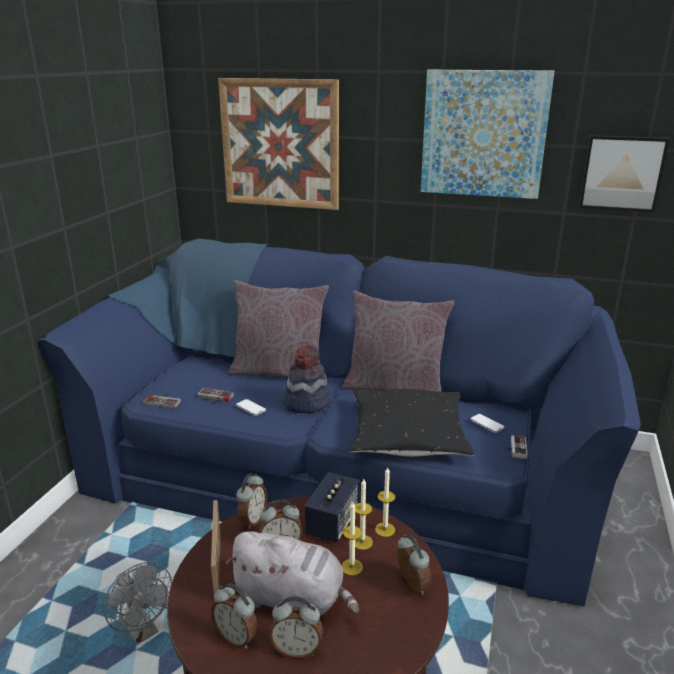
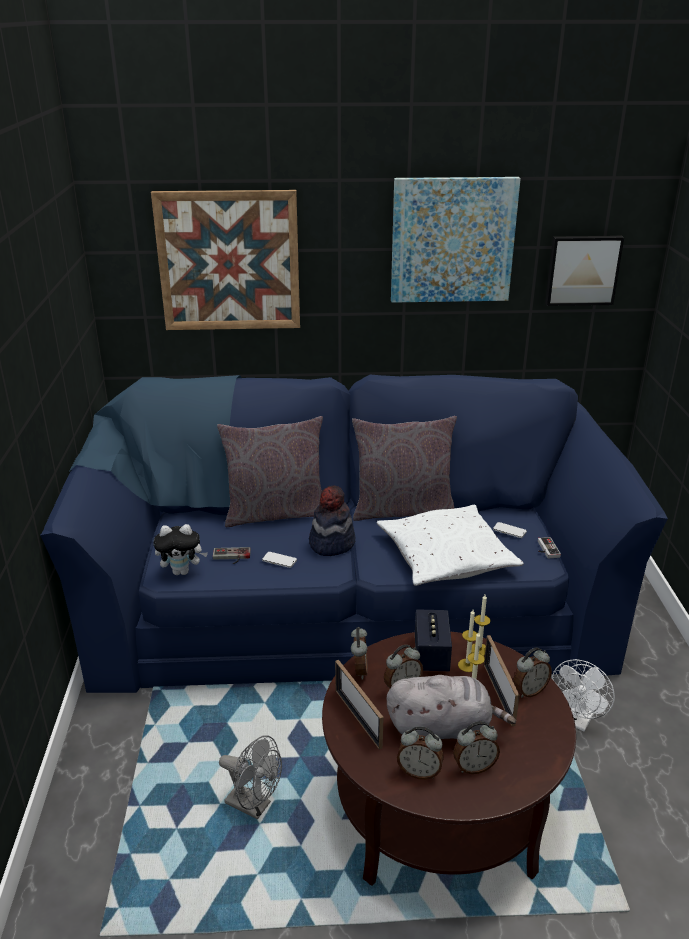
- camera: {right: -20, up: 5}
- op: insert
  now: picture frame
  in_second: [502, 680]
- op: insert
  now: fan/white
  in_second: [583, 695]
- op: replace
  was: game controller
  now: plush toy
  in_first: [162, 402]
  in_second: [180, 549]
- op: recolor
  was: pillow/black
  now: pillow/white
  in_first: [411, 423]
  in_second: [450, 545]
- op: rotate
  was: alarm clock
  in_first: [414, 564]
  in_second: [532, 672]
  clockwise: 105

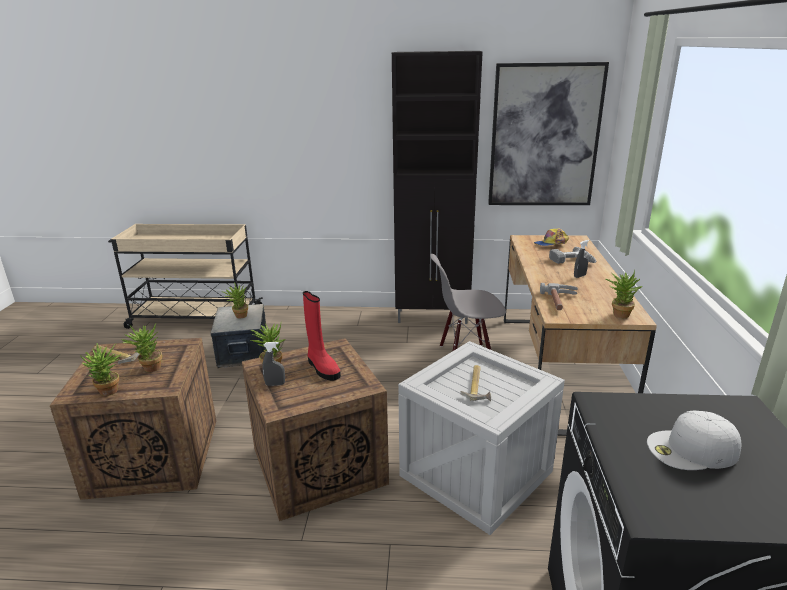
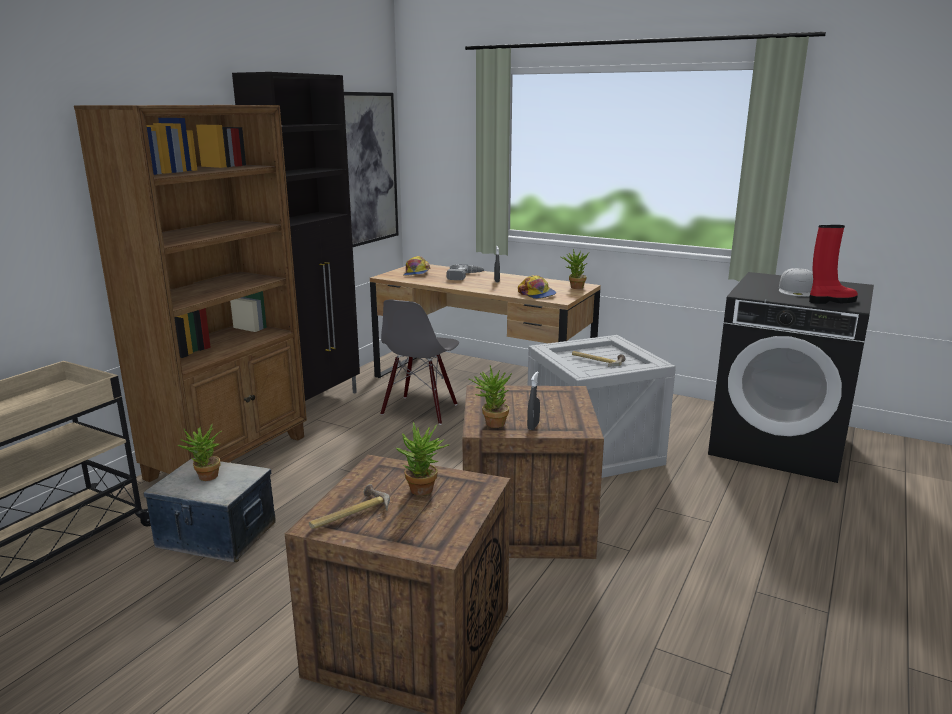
- camera: {right: -65, up: -5}
- op: delete
  was: potted plant
  in_first: [100, 369]
- op: insert
  now: bookcase/brown
  in_second: [190, 293]
- op: move
  was: boot/red
  in_first: [322, 336]
  in_second: [833, 264]
- op: replace
  was: hammer
  now: cap
  in_first: [559, 296]
  in_second: [537, 287]

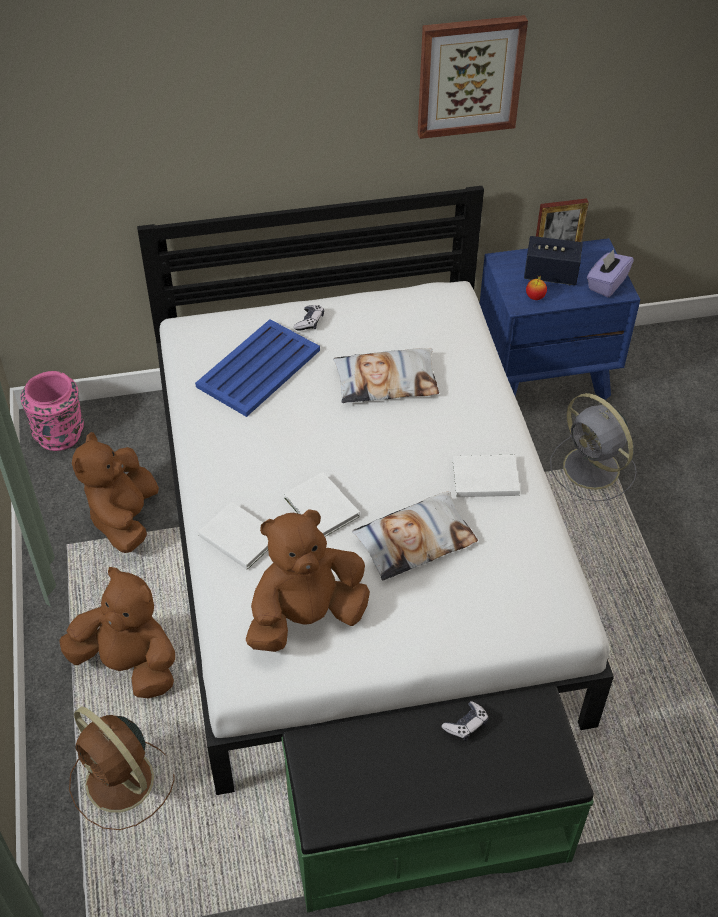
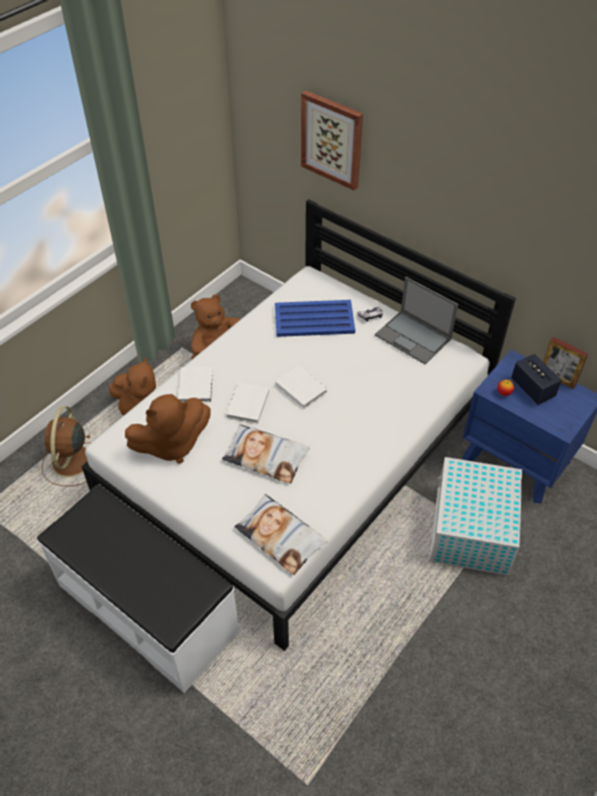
- camera: {right: 50, up: 0}
- op: delete
  was: vase/pink
  in_first: [52, 411]
- op: delete
  was: game controller
  in_first: [465, 721]
- op: delete
  was: tissue box/purple
  in_first: [610, 273]
- op: insert
  now: laptop
  in_second: [416, 320]
- op: move
  was: pillow
  in_first: [386, 375]
  in_second: [281, 534]
- op: move
  was: picture
  in_first: [473, 77]
  in_second: [332, 140]
- op: move
  was: book/white
  in_first: [486, 476]
  in_second: [301, 387]
- op: replace
  was: fan/grey
  now: storage box/white
  in_first: [593, 447]
  in_second: [476, 516]
- op: recolor
  was: bench/green
  now: bench/white
  in_first: [438, 799]
  in_second: [138, 588]
- op: rotate
  was: plush toy/brown
  in_first: [307, 580]
  in_second: [168, 429]
  clockwise: 135

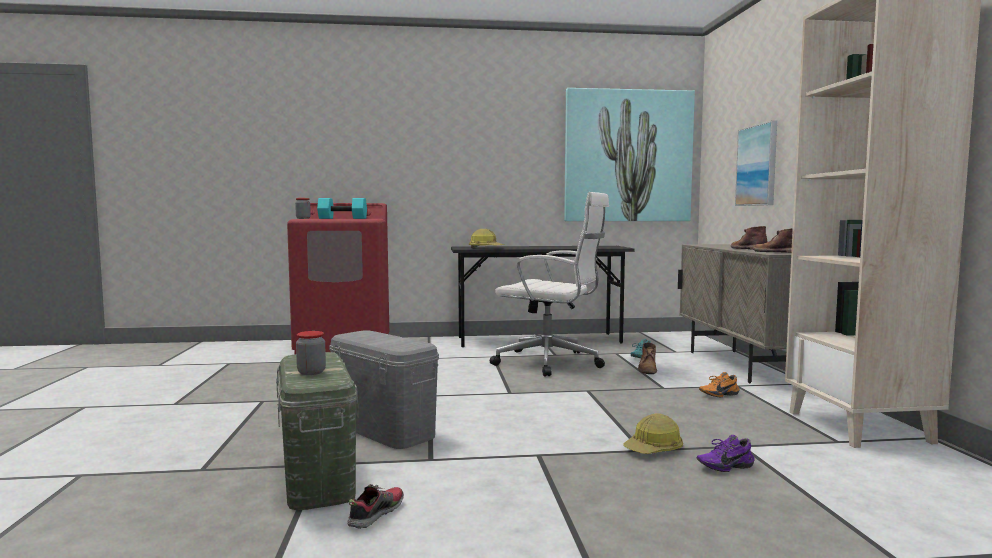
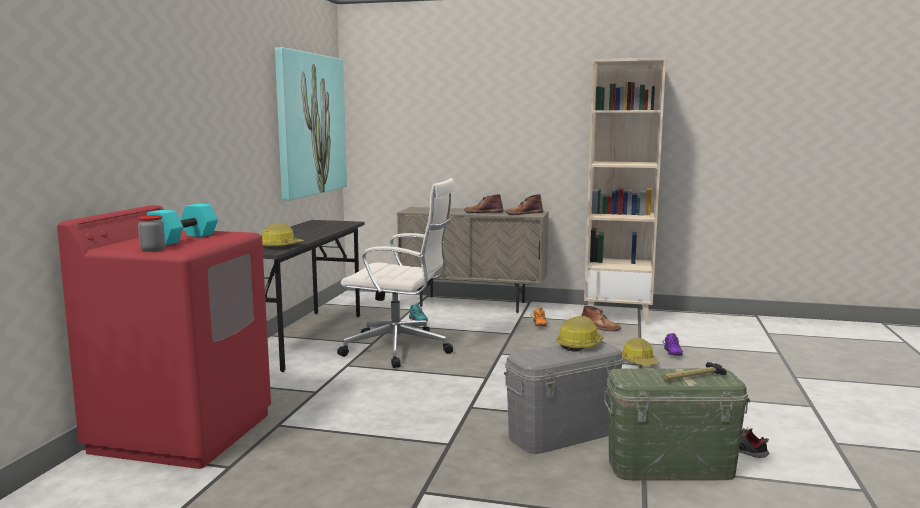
- camera: {right: -70, up: 5}
- op: delete
  was: picture
  in_first: [756, 163]
- op: insert
  now: hard hat
  in_second: [580, 334]
- op: move
  was: boot/brown
  in_first: [647, 358]
  in_second: [601, 318]
- op: replace
  was: jar
  now: hammer
  in_first: [311, 353]
  in_second: [695, 371]
- op: rotate
  was: office chair/white
  in_first: [549, 284]
  in_second: [396, 273]
  clockwise: 60

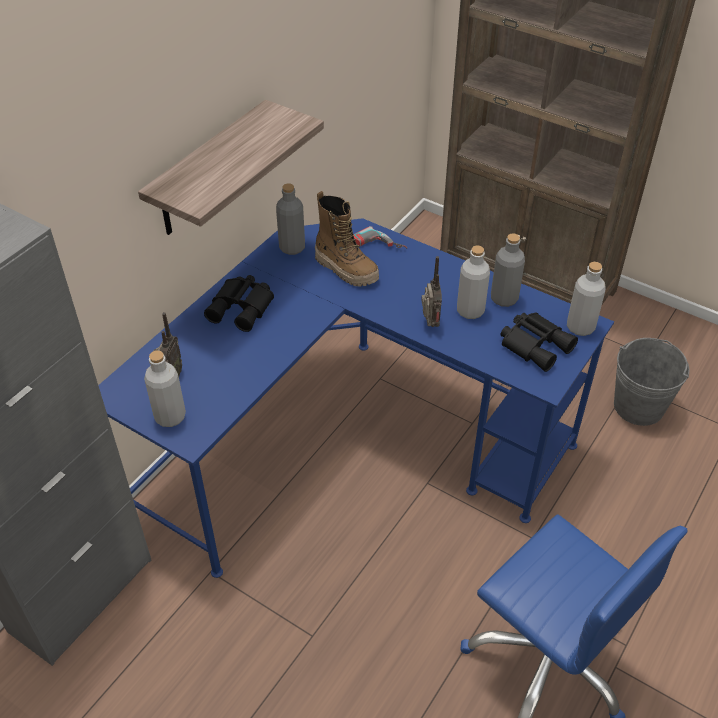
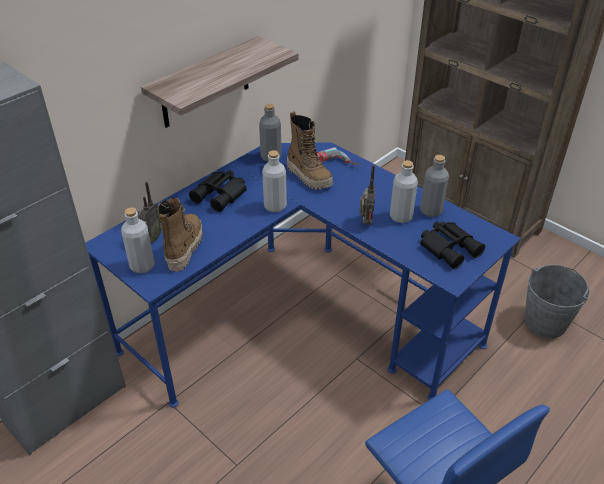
- camera: {right: 10, up: -5}
- op: insert
  now: boot
  in_second: [180, 235]
- op: move
  was: bottle/grey
  in_first: [586, 299]
  in_second: [274, 181]

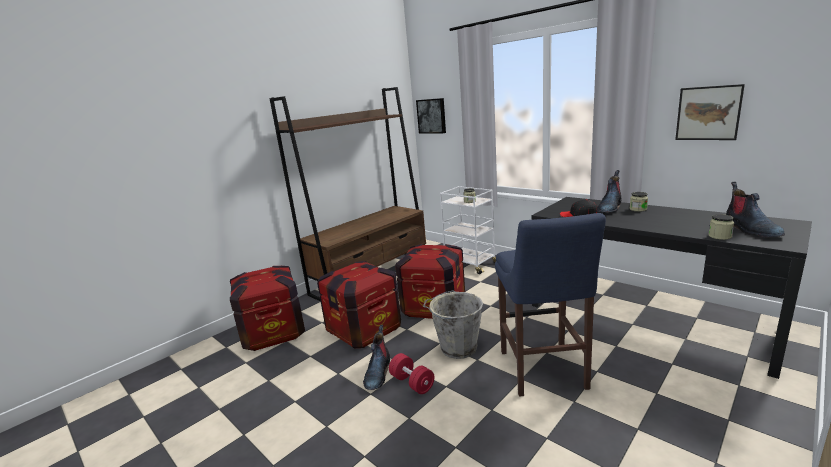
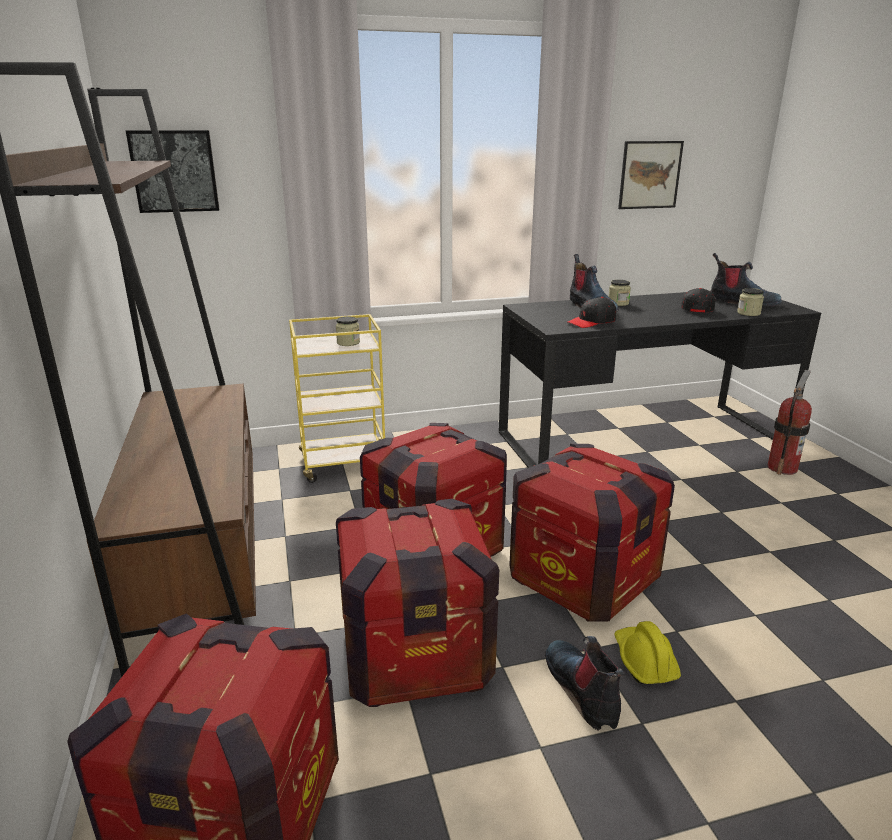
- camera: {right: -60, up: 5}
- op: delete
  was: stool/blue
  in_first: [550, 305]
- op: insert
  now: cap/black
  in_second: [698, 300]
- op: insert
  now: fire extinguisher
  in_second: [789, 422]
- op: replace
  was: dumbbell/red
  now: hard hat/yellow
  in_first: [411, 373]
  in_second: [647, 652]
- op: replace
  was: bucket/grey
  now: crate
  in_first: [453, 325]
  in_second: [592, 533]
- op: recolor
  was: cart/white
  now: cart/yellow
  in_first: [468, 230]
  in_second: [337, 398]
- op: rotate
  was: boot
  in_first: [376, 357]
  in_second: [585, 683]
  clockwise: -150

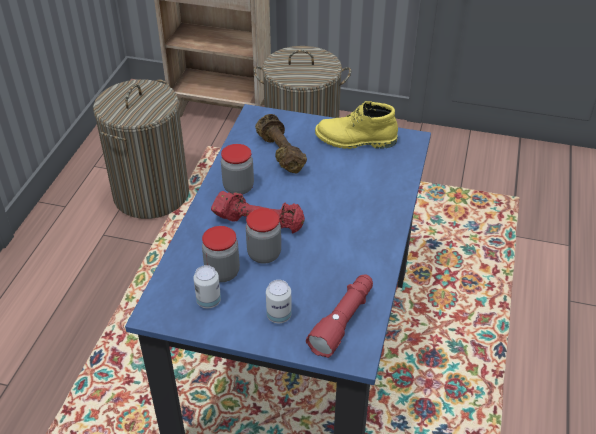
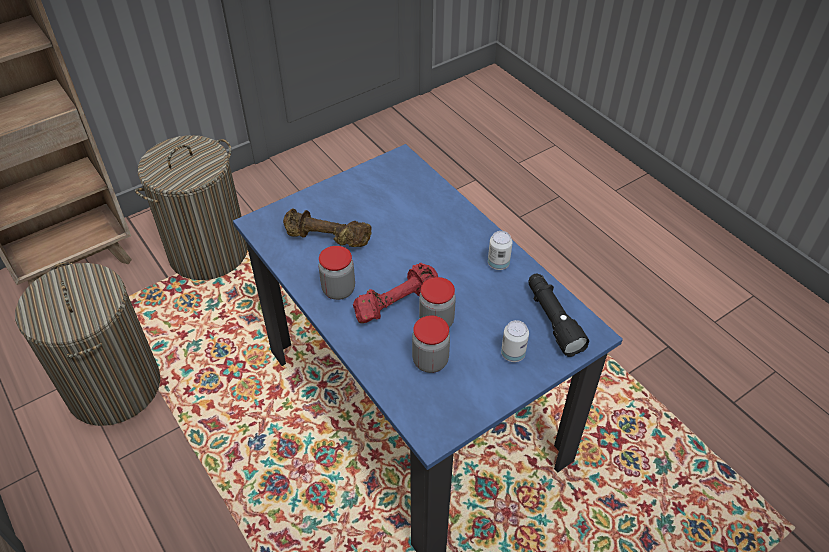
- camera: {right: -50, up: 5}
- op: delete
  was: boot/yellow
  in_first: [356, 125]
- op: move
  was: can
  in_first: [207, 286]
  in_second: [500, 250]
- op: recolor
  was: flashlight/red
  now: flashlight/black
  in_first: [339, 316]
  in_second: [559, 315]

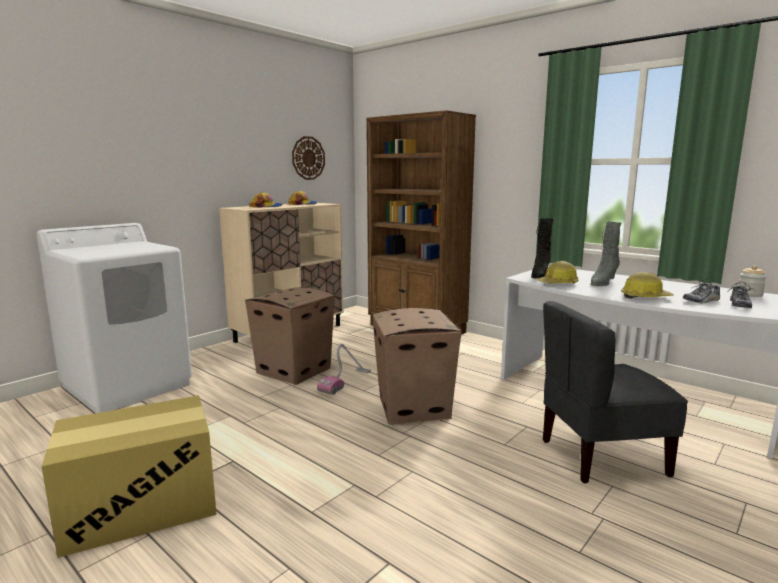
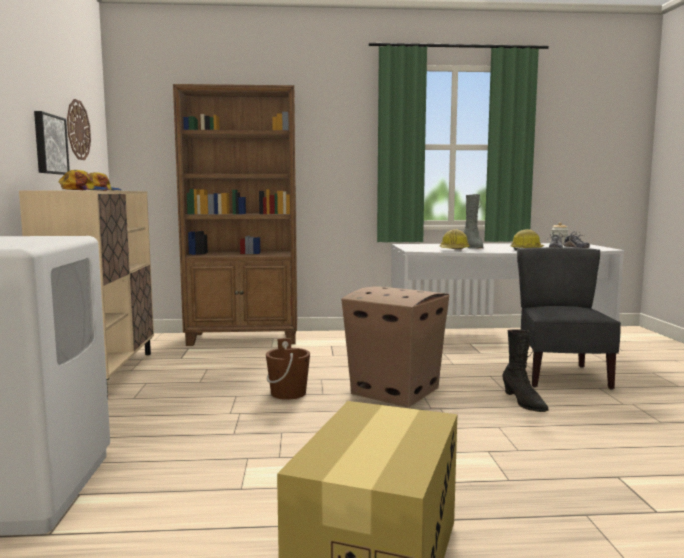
- camera: {right: -45, up: -5}
- op: delete
  was: cardboard box
  in_first: [290, 336]
- op: insert
  now: picture
  in_second: [52, 143]
- op: move
  was: boot/black
  in_first: [542, 248]
  in_second: [525, 370]
- op: replace
  was: vacuum cleaner
  now: bucket/brown
  in_first: [344, 369]
  in_second: [288, 369]
- op: rotate
  was: chair/grey
  in_first: [615, 392]
  in_second: [569, 318]
  clockwise: 150

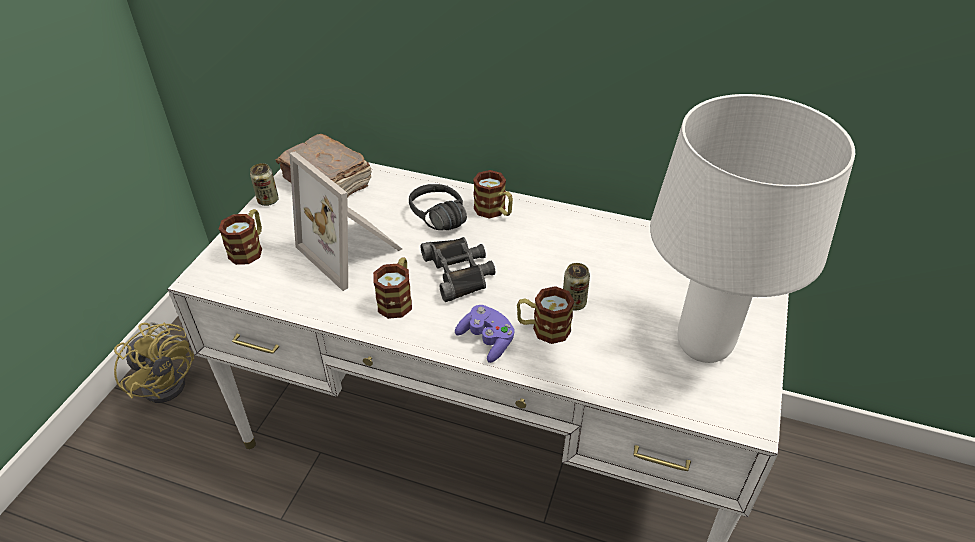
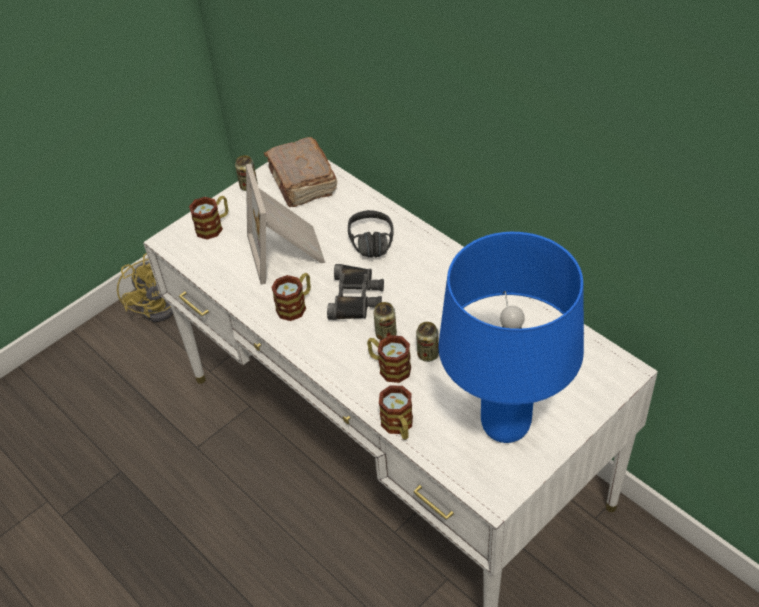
- camera: {right: 30, up: 5}
- op: delete
  was: game controller/purple
  in_first: [485, 334]
- op: insert
  now: can
  in_second: [385, 321]
- op: move
  was: mug
  in_first: [493, 194]
  in_second: [396, 412]
- op: recolor
  was: table lamp/white
  now: table lamp/blue
  in_first: [752, 228]
  in_second: [511, 337]

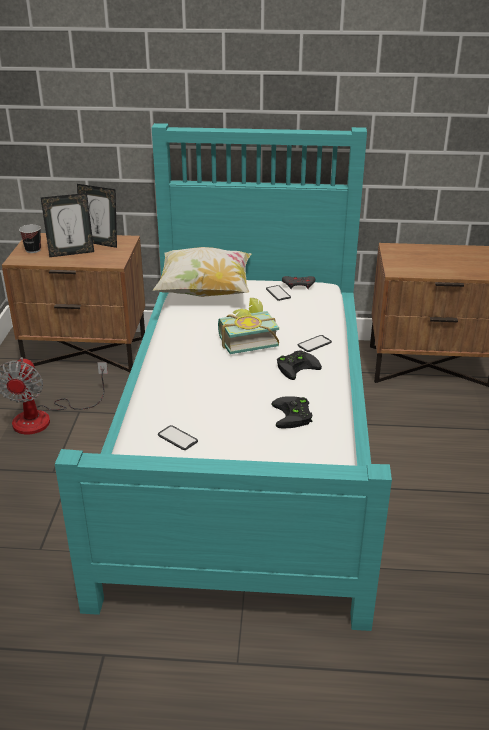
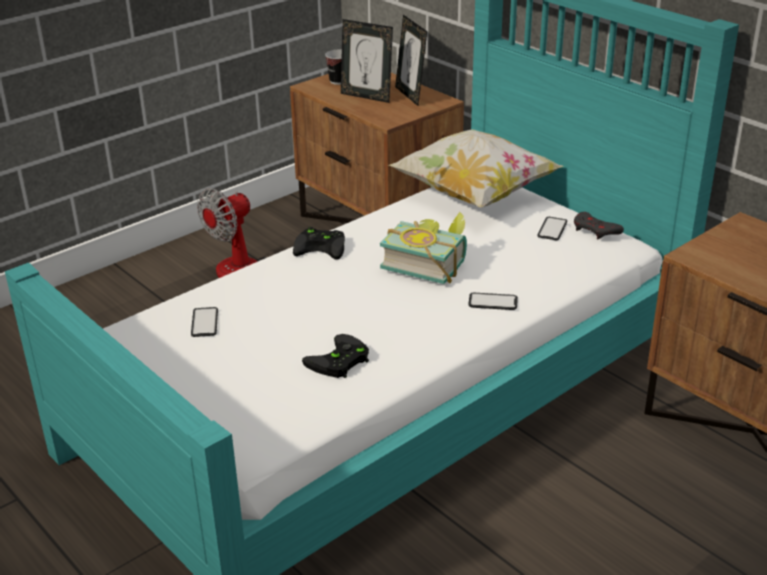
- camera: {right: 45, up: 0}
- op: move
  was: game controller/black
  in_first: [299, 365]
  in_second: [319, 243]

